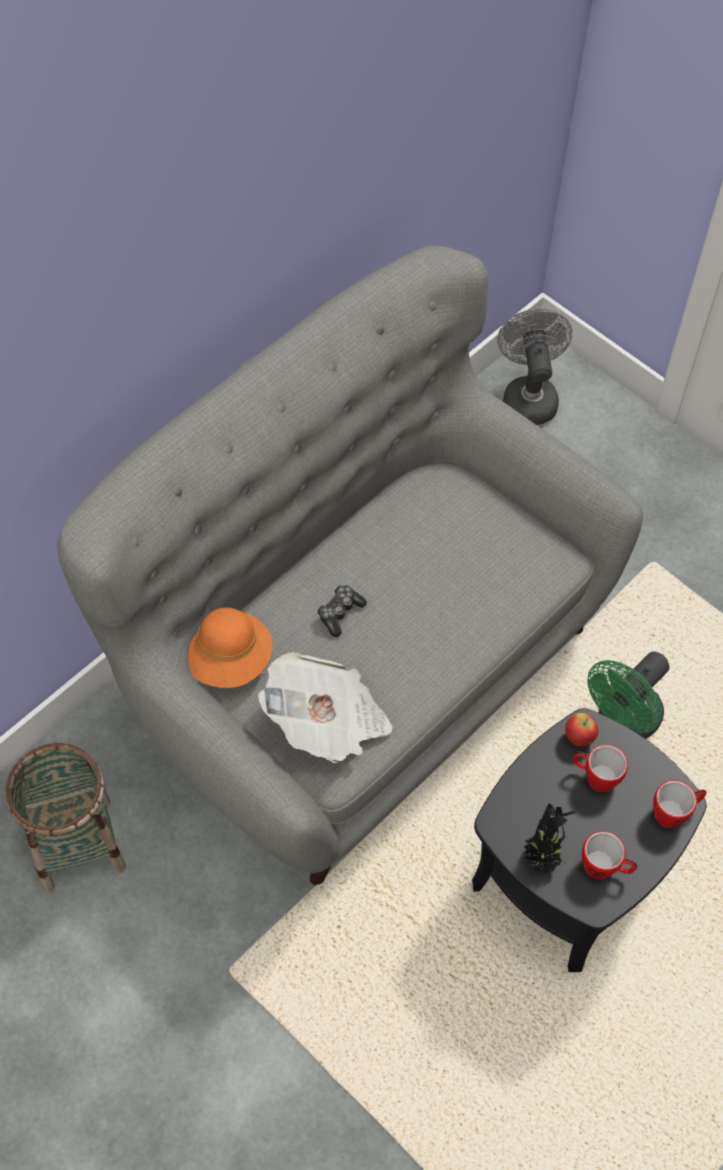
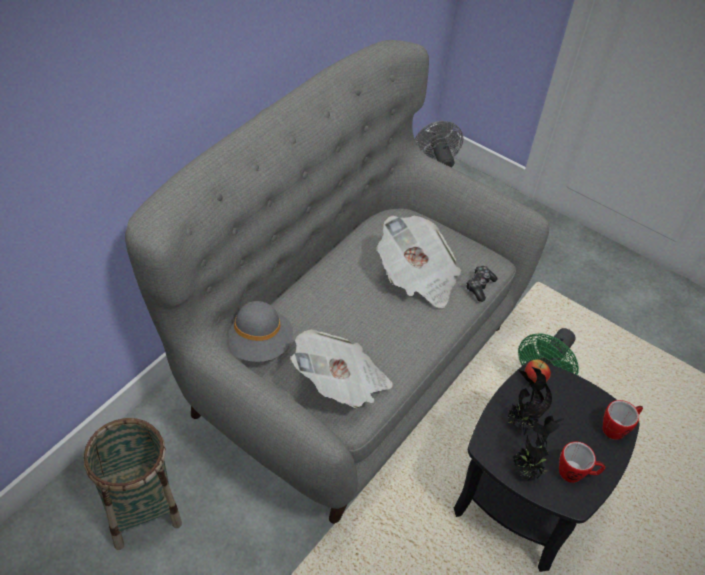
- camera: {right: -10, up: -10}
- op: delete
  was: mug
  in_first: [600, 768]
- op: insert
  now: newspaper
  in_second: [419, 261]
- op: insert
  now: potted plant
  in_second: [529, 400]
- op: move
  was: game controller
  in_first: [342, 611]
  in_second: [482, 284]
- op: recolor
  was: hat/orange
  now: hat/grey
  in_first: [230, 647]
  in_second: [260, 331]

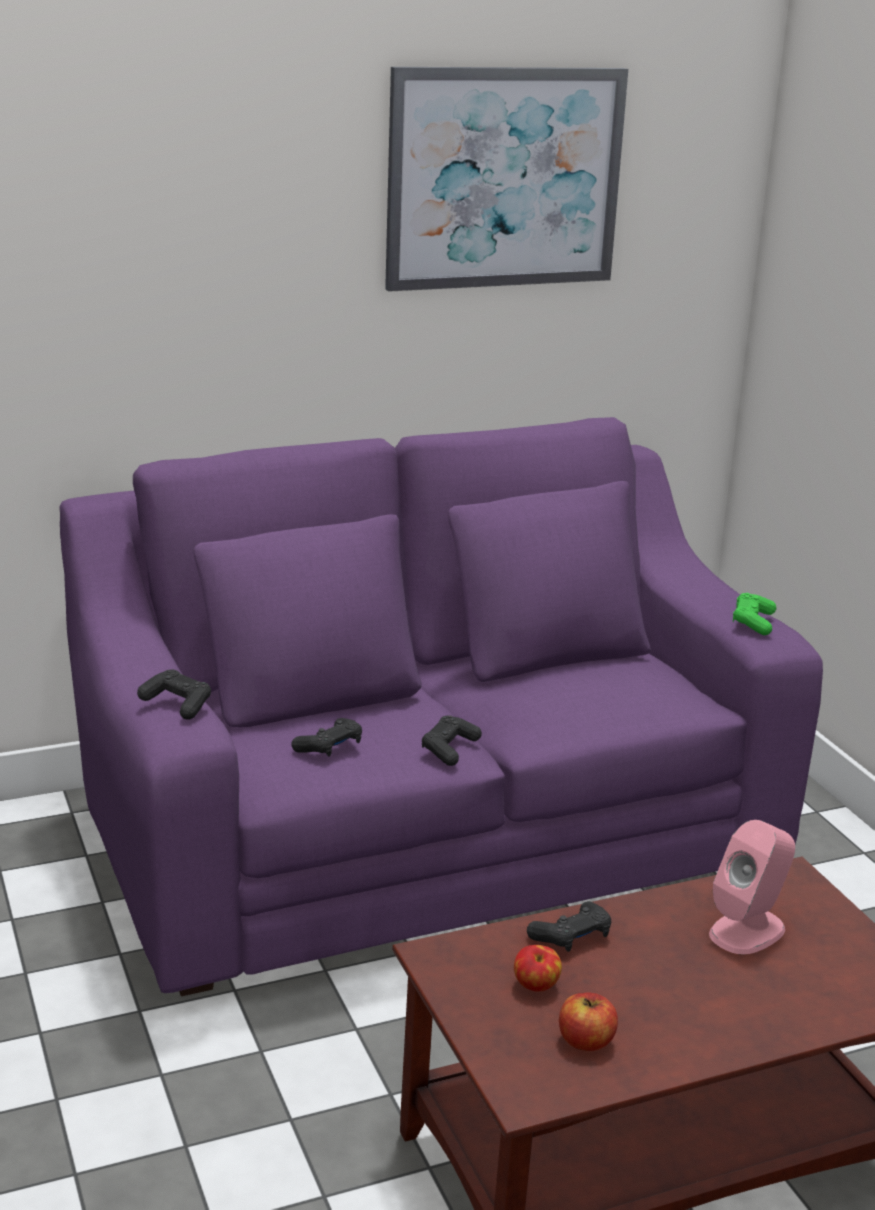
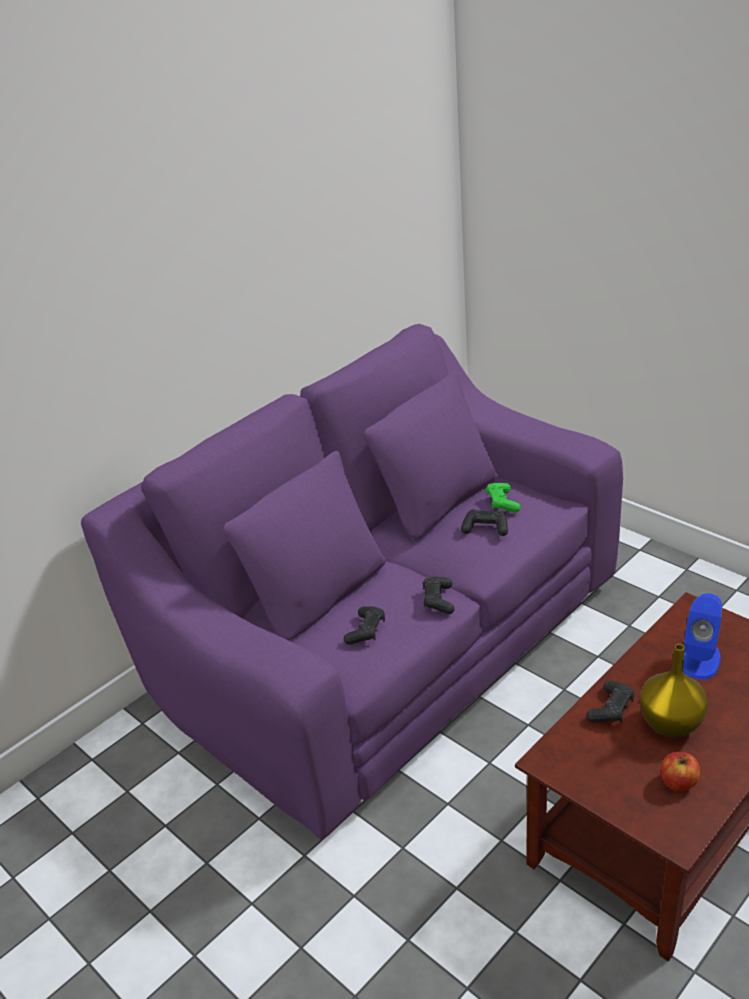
- camera: {right: -20, up: 10}
- op: delete
  was: picture
  in_first: [506, 179]
- op: delete
  was: apple
  in_first: [538, 968]
- op: insert
  now: vase/yellow
  in_second: [674, 690]
- op: move
  was: game controller/black
  in_first: [174, 694]
  in_second: [484, 522]
- op: move
  was: game controller/green
  in_first: [754, 614]
  in_second: [503, 497]
- op: recolor
  was: speaker/pink
  now: speaker/blue
  in_first: [752, 887]
  in_second: [702, 636]

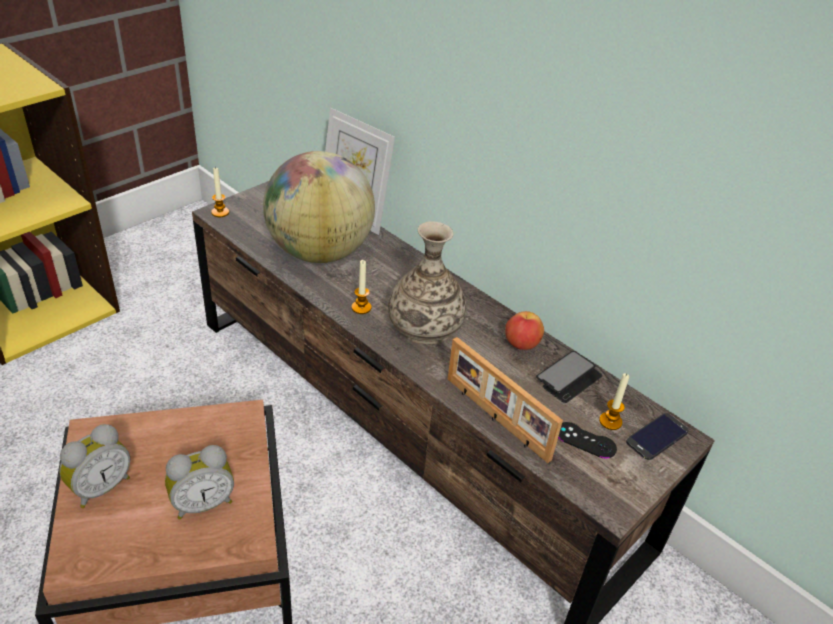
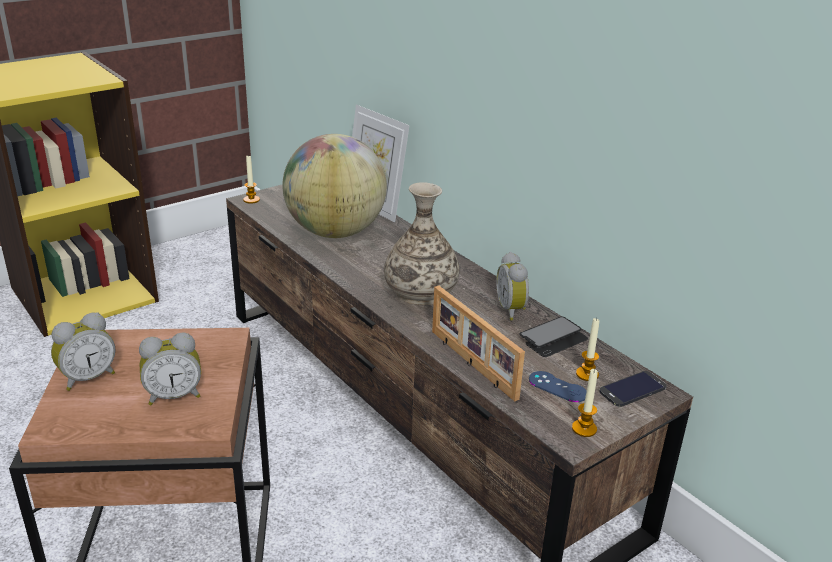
- camera: {right: 10, up: -10}
- op: move
  was: candle
  in_first: [362, 287]
  in_second: [585, 403]
- op: replace
  was: apple
  now: alarm clock
  in_first: [524, 330]
  in_second: [512, 286]
- op: recolor
  was: game controller/black
  now: game controller/blue
  in_first: [587, 440]
  in_second: [558, 386]

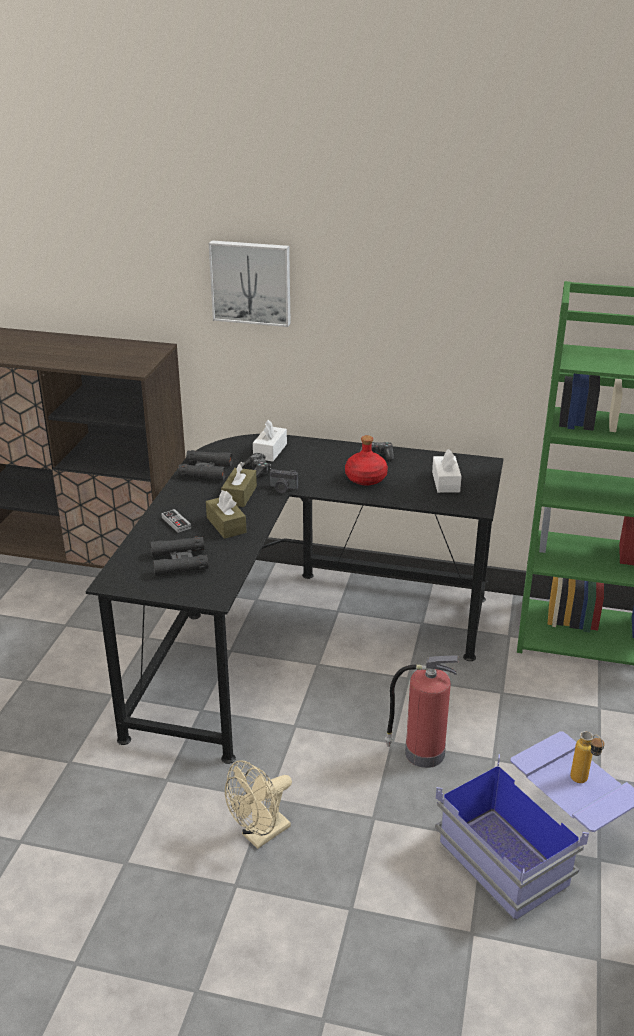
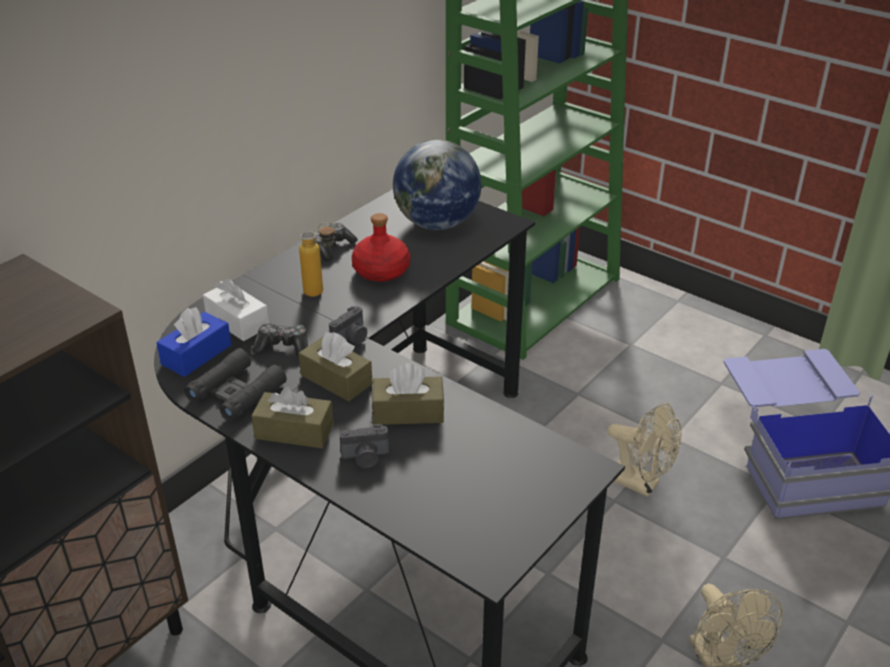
- camera: {right: -65, up: 5}
- op: delete
  was: binoculars/black
  in_first: [179, 556]
- op: delete
  was: picture
  in_first: [250, 283]
- op: insert
  now: tissue box/blue
  in_second: [194, 342]
- op: insert
  now: tissue box/brown
  in_second: [292, 417]
- op: move
  was: bottle
  in_first: [587, 757]
  in_second: [317, 259]
- op: replace
  was: game controller
  now: photo camera
  in_first: [176, 521]
  in_second: [364, 446]
- op: replace
  was: fire extinguisher
  now: fan/beige
  in_first: [421, 711]
  in_second: [645, 450]
- op: replace
  was: tissue box/white
  now: globe
  in_first: [447, 471]
  in_second: [437, 184]

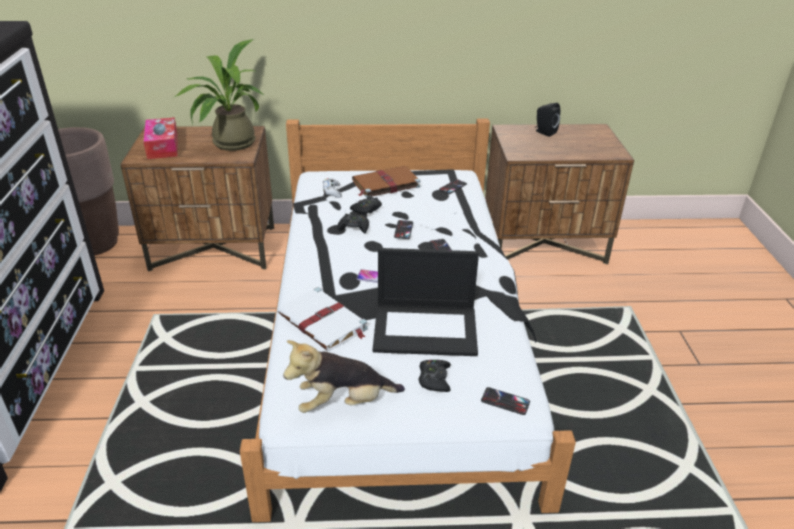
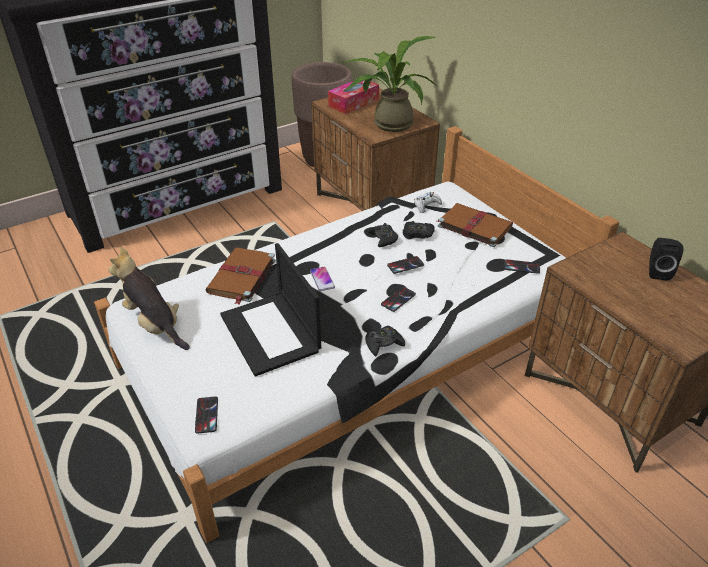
- camera: {right: 60, up: 5}
- op: move
  was: game controller/black
  in_first: [434, 376]
  in_second: [385, 341]
- op: recolor
  was: book/white
  now: book/brown
  in_first: [323, 319]
  in_second: [241, 276]

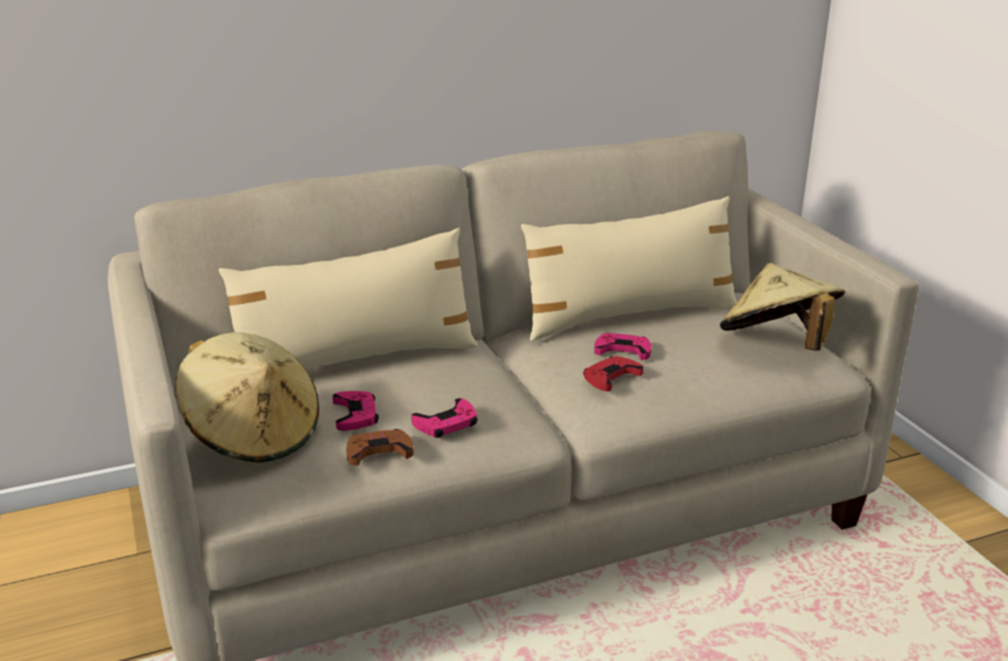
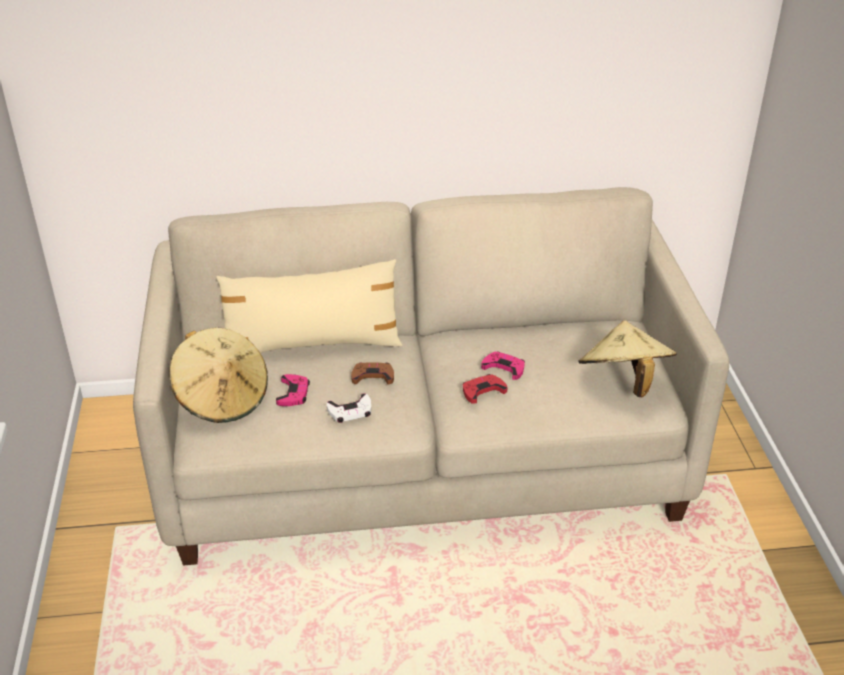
- camera: {right: 15, up: 10}
- op: delete
  was: pillow/beige
  in_first: [629, 268]
- op: move
  was: game controller/brown
  in_first: [380, 447]
  in_second: [372, 373]
- op: recolor
  was: game controller/pink
  now: game controller/white
  in_first: [444, 418]
  in_second: [349, 408]

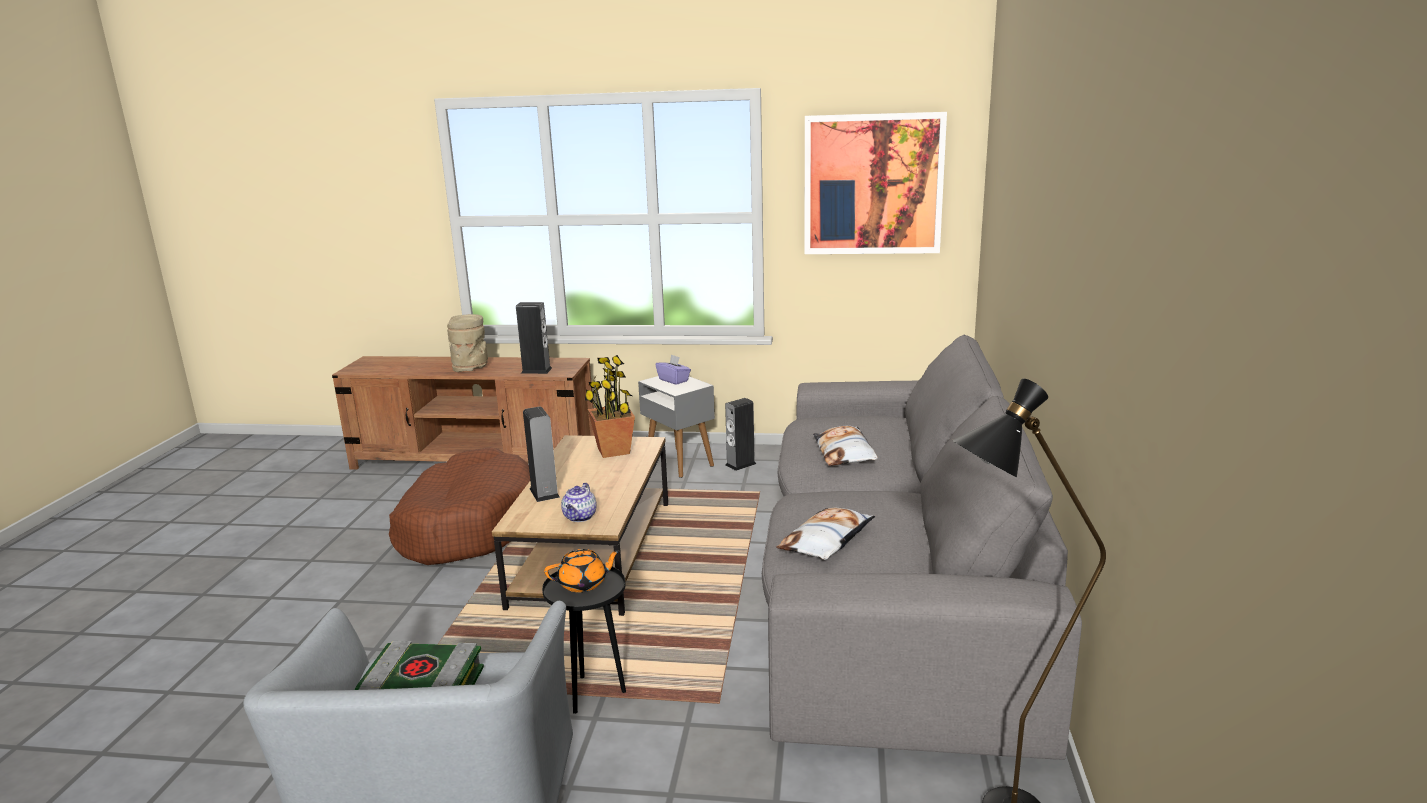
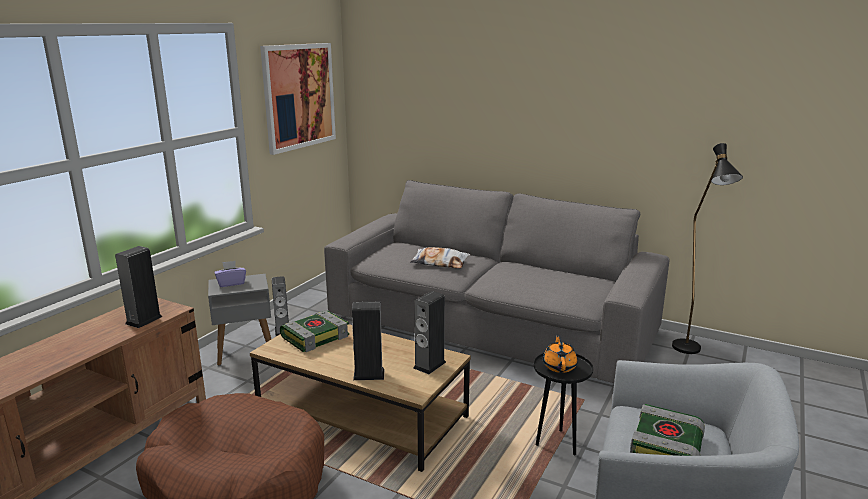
- camera: {right: -70, up: 0}
- op: delete
  was: vase/beige
  in_first: [467, 343]
- op: delete
  was: pillow
  in_first: [825, 533]
- op: replace
  was: teapot
  now: speaker
  in_first: [579, 502]
  in_second: [429, 332]
- op: replace
  was: potted plant
  now: book
  in_first: [610, 406]
  in_second: [314, 331]

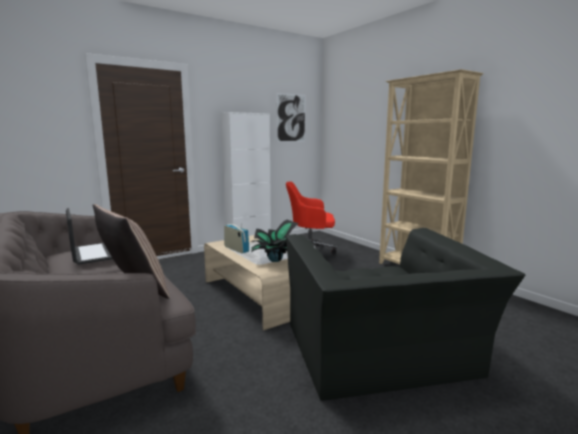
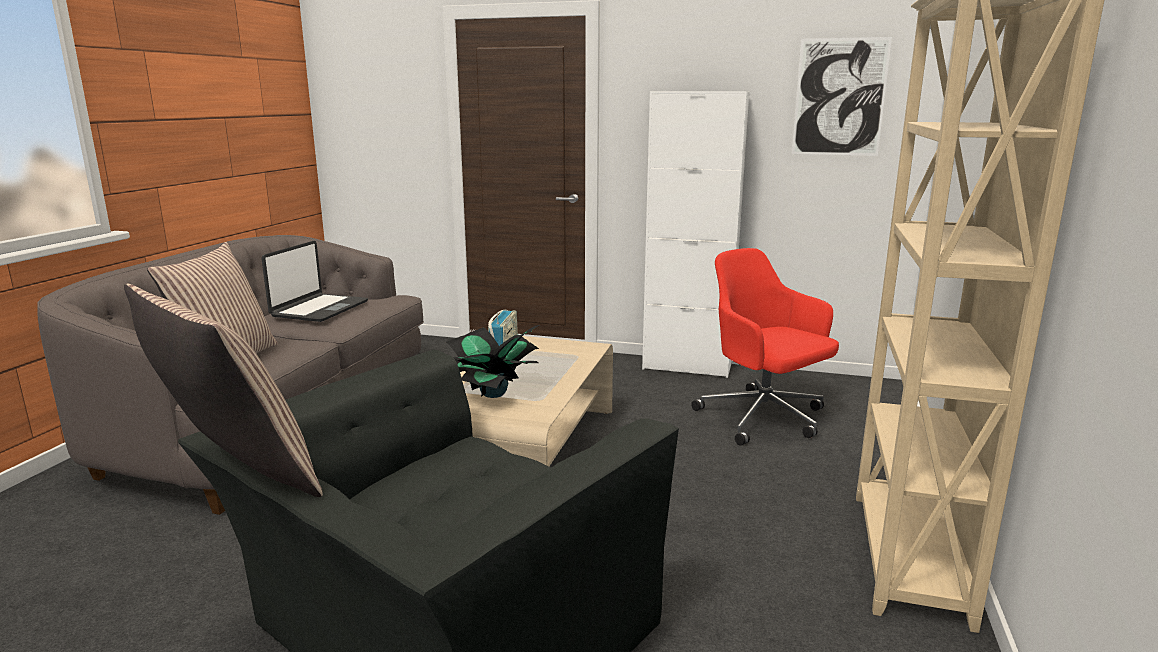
- camera: {right: 50, up: 5}
- op: insert
  now: pillow
  in_second: [223, 390]

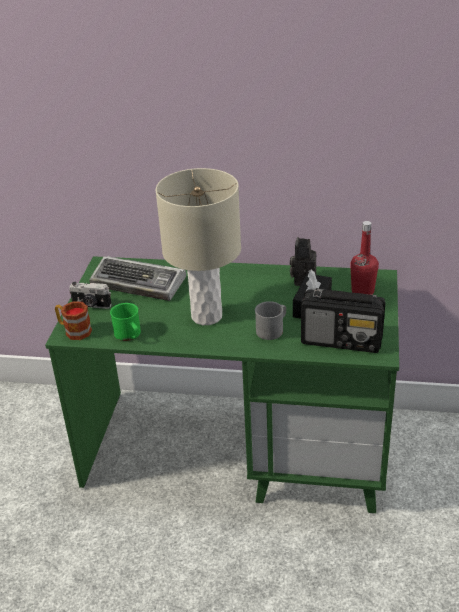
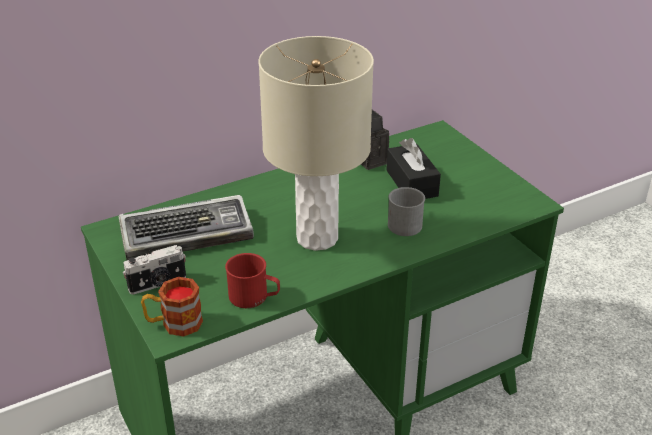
- camera: {right: -40, up: 0}
- op: delete
  was: radio
  in_first: [343, 320]
- op: delete
  was: bottle/red
  in_first: [364, 258]
- op: recolor
  was: mug/green
  now: mug/red
  in_first: [125, 322]
  in_second: [252, 280]

